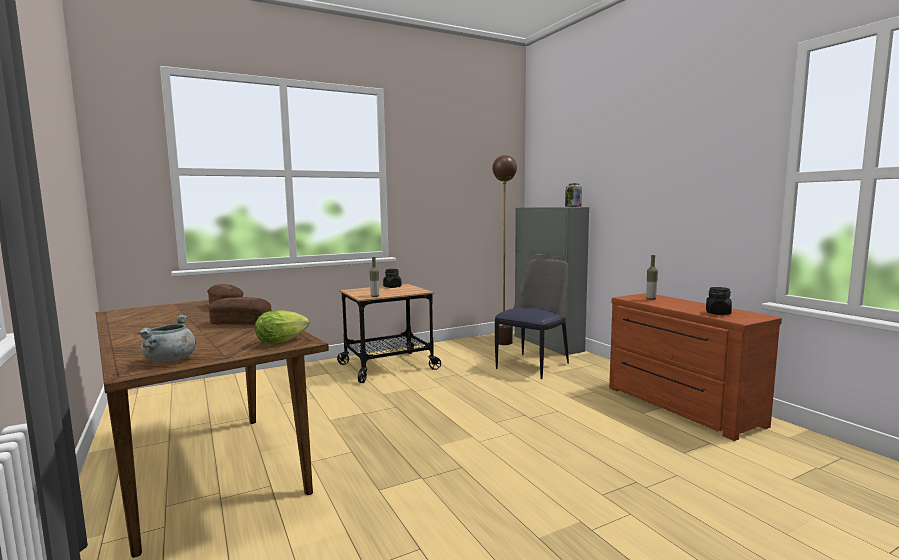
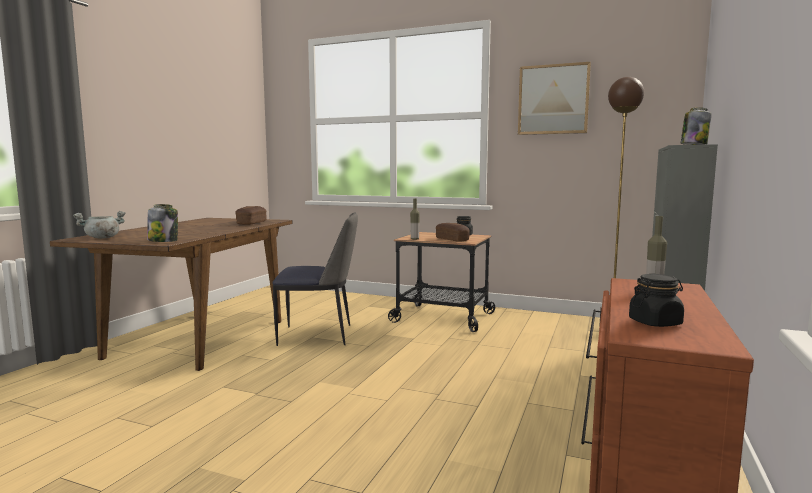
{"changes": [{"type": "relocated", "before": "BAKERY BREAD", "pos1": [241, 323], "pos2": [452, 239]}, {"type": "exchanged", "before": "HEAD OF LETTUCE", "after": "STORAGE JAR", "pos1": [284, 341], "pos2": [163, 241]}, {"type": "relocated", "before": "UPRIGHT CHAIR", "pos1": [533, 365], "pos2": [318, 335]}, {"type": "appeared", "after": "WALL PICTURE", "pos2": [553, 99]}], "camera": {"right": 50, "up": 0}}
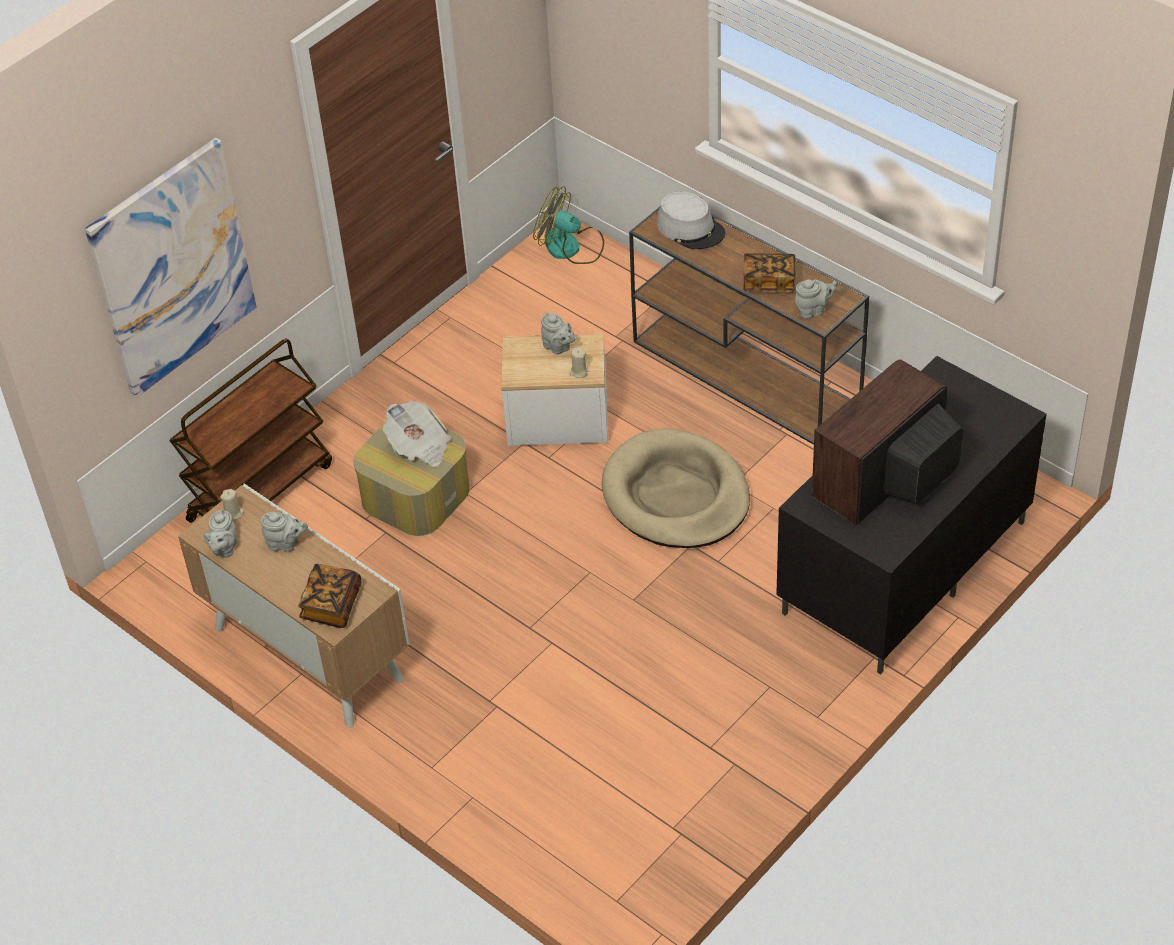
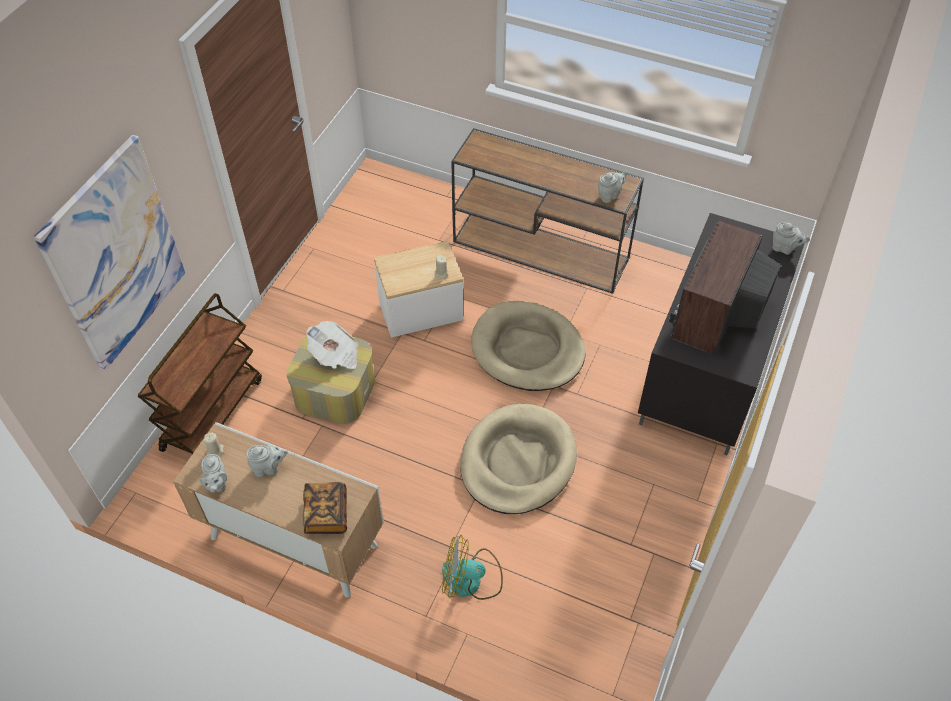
{"changes": [{"type": "relocated", "before": "ELECTRIC FAN", "pos1": [570, 247], "pos2": [471, 579]}, {"type": "relocated", "before": "GREYISH TEA POT", "pos1": [558, 347], "pos2": [785, 248]}, {"type": "missing", "before": "GREYISH CLOTHING HAT", "pos1": [691, 228]}, {"type": "missing", "before": "BOOK", "pos1": [769, 282]}, {"type": "appeared", "after": "SAND-COLOURED DOG CUSHION", "pos2": [517, 461]}], "camera": {"right": -20, "up": 5}}
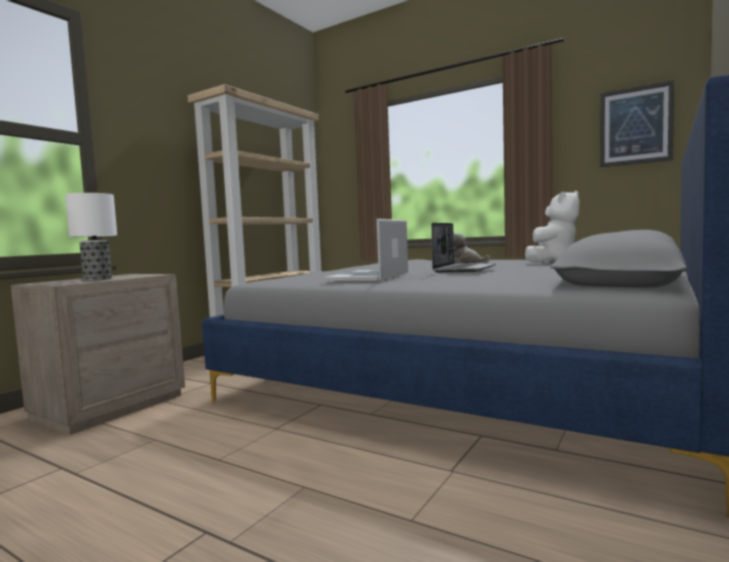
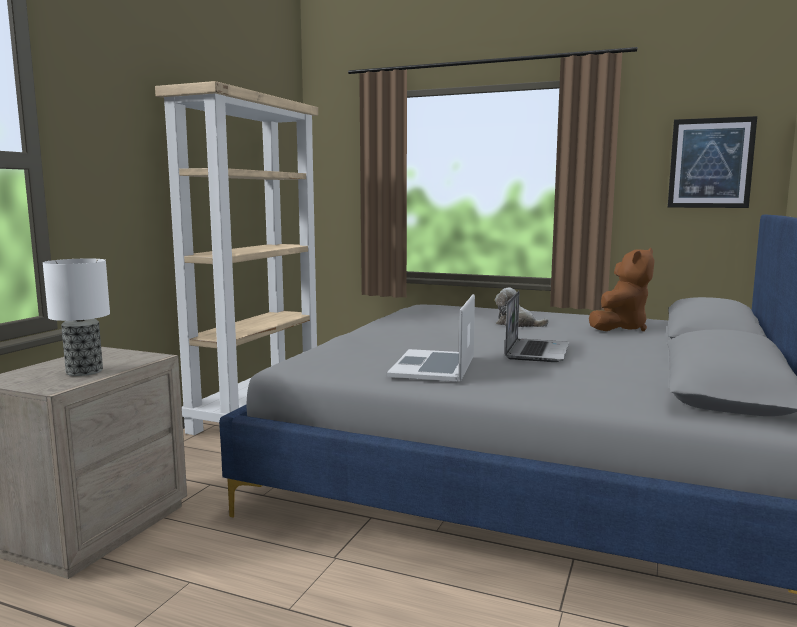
{"changes": [{"type": "colour", "before": "WHITE-COLOURED PLUSH TOY", "after": "BROWN PLUSH TOY", "pos1": [553, 262], "pos2": [619, 328]}], "camera": {"right": -10, "up": 5}}
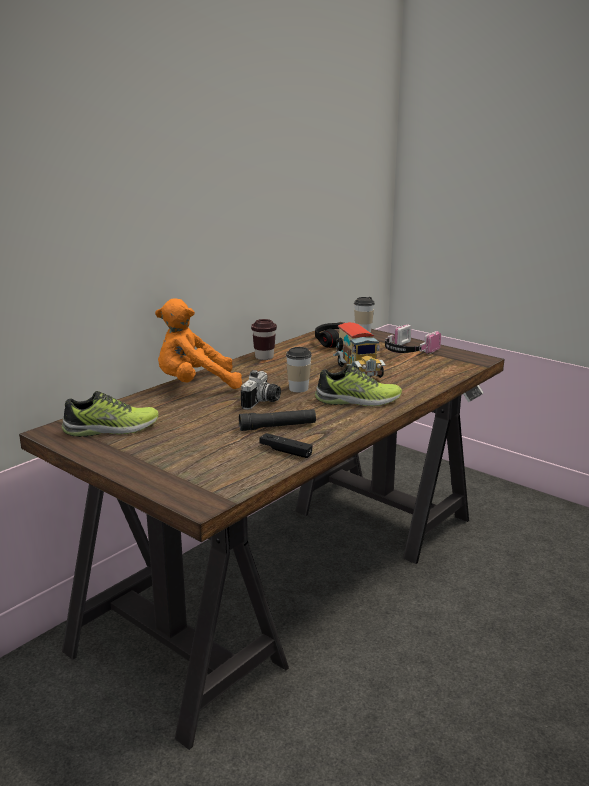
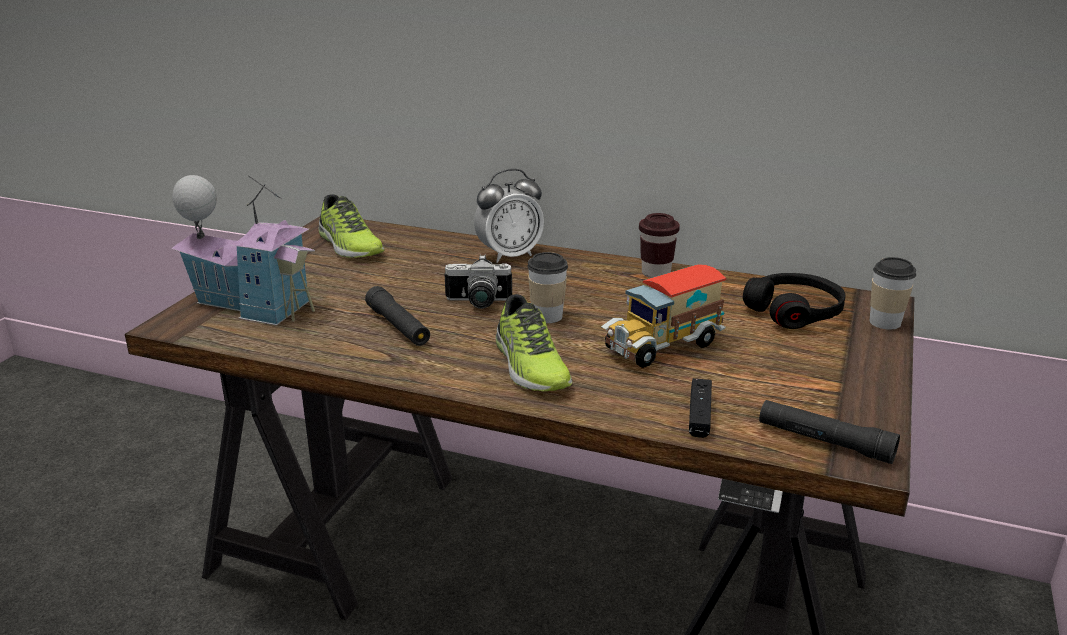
{"changes": [{"type": "exchanged", "before": "ORANGE-COLOURED PLUSH TOY", "after": "TABLE CLOCK", "pos1": [195, 385], "pos2": [509, 255]}, {"type": "relocated", "before": "BLACK GAMEPAD", "pos1": [285, 451], "pos2": [699, 415]}, {"type": "missing", "before": "PAIR OF HEADPHONES", "pos1": [408, 351]}, {"type": "appeared", "after": "MODEL HOUSE", "pos2": [253, 305]}, {"type": "appeared", "after": "BLACK FLASHLIGHT", "pos2": [824, 441]}], "camera": {"right": 70, "up": 5}}
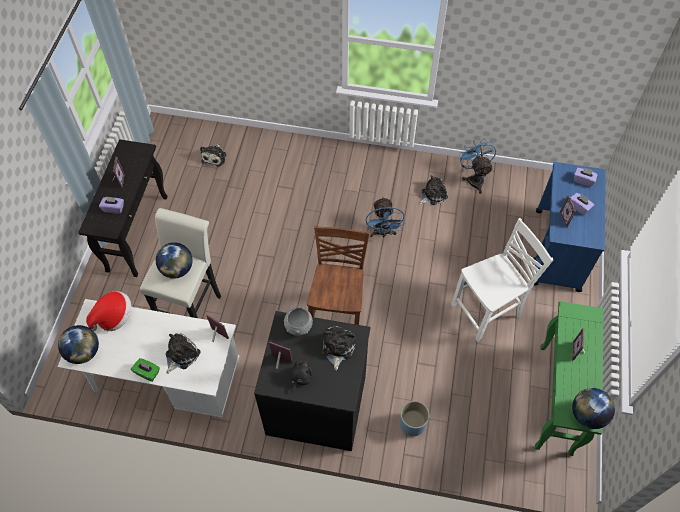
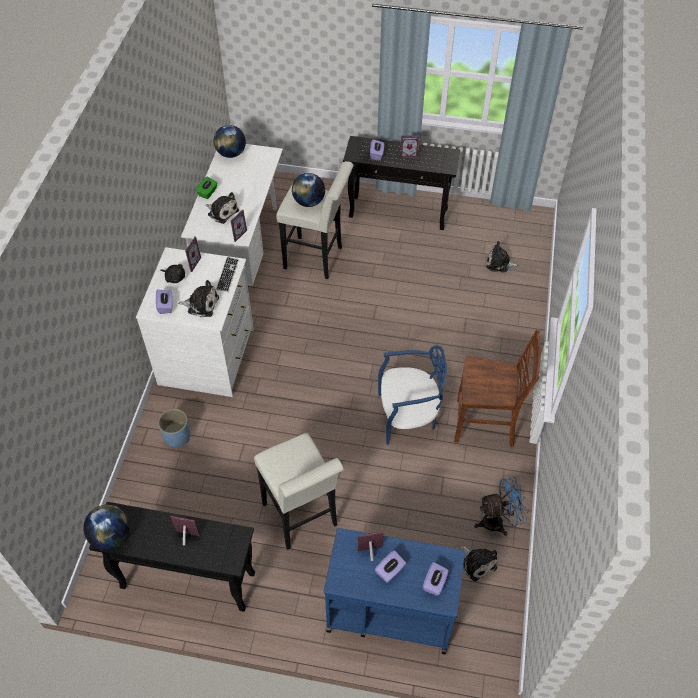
{"changes": [{"type": "missing", "before": "CLOTHING HAT", "pos1": [114, 317]}, {"type": "colour", "before": "BLACK DRESSER", "after": "WHITE-COLOURED DRESSER", "pos1": [316, 403], "pos2": [208, 357]}, {"type": "exchanged", "before": "GREYISH DEEP DISH", "after": "PC KEYBOARD", "pos1": [298, 326], "pos2": [227, 275]}, {"type": "relocated", "before": "BROWN UPRIGHT CHAIR", "pos1": [338, 316], "pos2": [486, 425]}, {"type": "exchanged", "before": "BLUE-COLOURED ELECTRIC FAN", "after": "BLUE-COLOURED UPRIGHT CHAIR", "pos1": [382, 233], "pos2": [407, 416]}, {"type": "relocated", "before": "PLUSH TOY", "pos1": [432, 195], "pos2": [477, 563]}, {"type": "exchanged", "before": "WHITE-COLOURED UPRIGHT CHAIR", "after": "WHITE-COLOURED STOOL SEAT", "pos1": [487, 312], "pos2": [302, 519]}, {"type": "colour", "before": "GREENISH HALL TABLE", "after": "BLACK HALL TABLE", "pos1": [556, 400], "pos2": [186, 580]}, {"type": "appeared", "after": "PURPLE-COLOURED BOX OF TISSUES", "pos2": [166, 306]}], "camera": {"right": 90, "up": -5}}
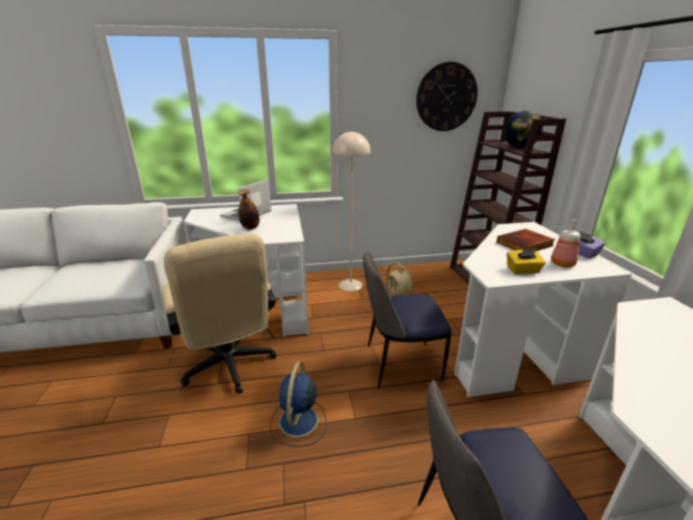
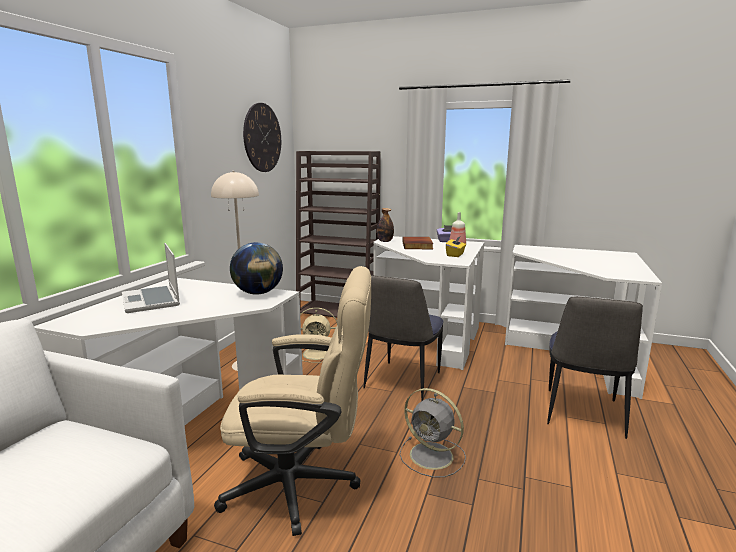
{"changes": [{"type": "relocated", "before": "DRINK BOTTLE", "pos1": [250, 228], "pos2": [385, 241]}, {"type": "colour", "before": "BLUE-COLOURED ELECTRIC FAN", "after": "GREYISH ELECTRIC FAN", "pos1": [298, 422], "pos2": [433, 456]}, {"type": "relocated", "before": "GLOBE", "pos1": [519, 147], "pos2": [258, 293]}], "camera": {"right": -60, "up": -10}}
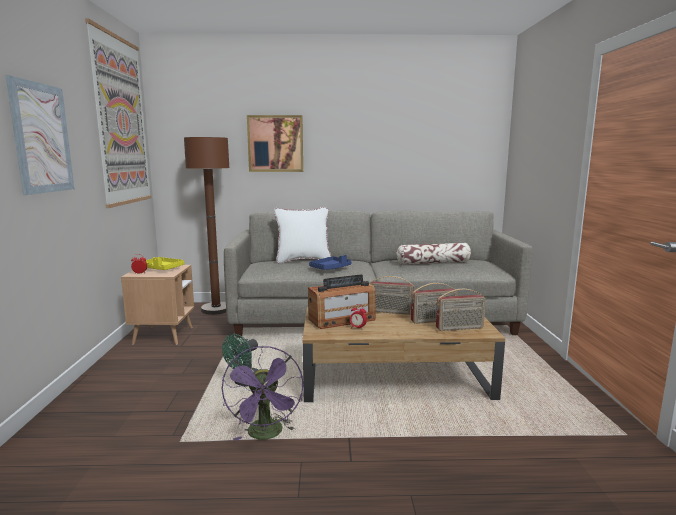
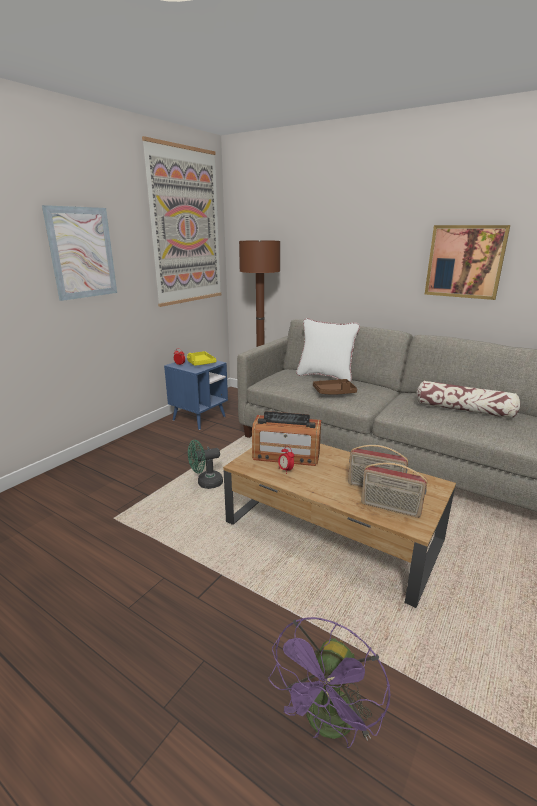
{"changes": [{"type": "colour", "before": "BROWN ACCENT TABLE", "after": "BLUE-COLOURED ACCENT TABLE", "pos1": [163, 335], "pos2": [199, 418]}, {"type": "relocated", "before": "PURPLE-COLOURED ELECTRIC FAN", "pos1": [266, 435], "pos2": [328, 725]}, {"type": "relocated", "before": "WALL PICTURE", "pos1": [275, 143], "pos2": [465, 261]}, {"type": "colour", "before": "BLUE-COLOURED TRAY", "after": "BROWN TRAY", "pos1": [330, 268], "pos2": [334, 392]}, {"type": "missing", "before": "RADIO", "pos1": [390, 312]}], "camera": {"right": 35, "up": 10}}
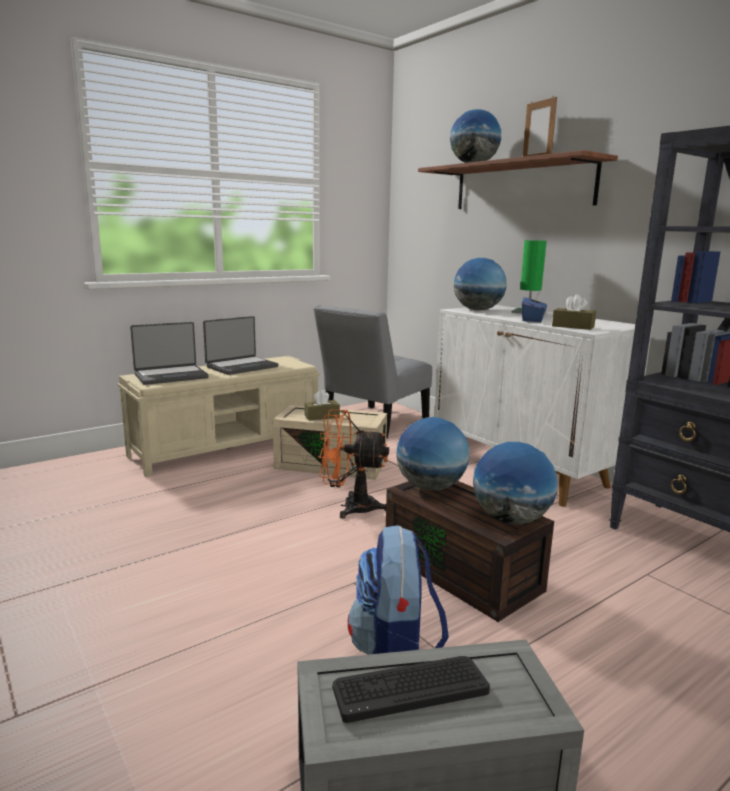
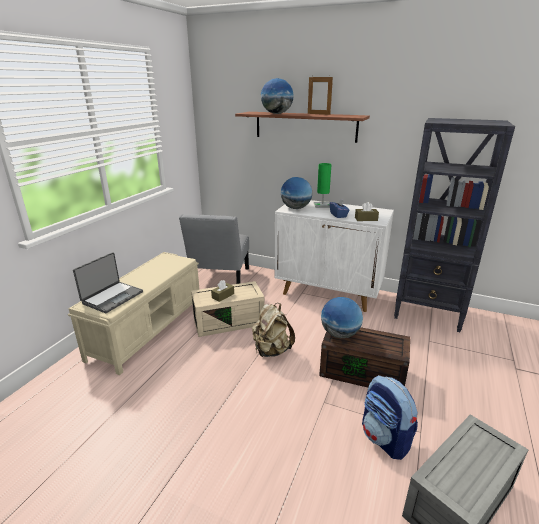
{"changes": [{"type": "missing", "before": "PORTABLE COMPUTER", "pos1": [241, 366]}, {"type": "exchanged", "before": "ORANGE-COLOURED ELECTRIC FAN", "after": "SAND-COLOURED RUCKSACK", "pos1": [350, 507], "pos2": [271, 350]}, {"type": "missing", "before": "PC KEYBOARD", "pos1": [409, 688]}, {"type": "missing", "before": "GLOBE", "pos1": [511, 520]}], "camera": {"right": -30, "up": 10}}
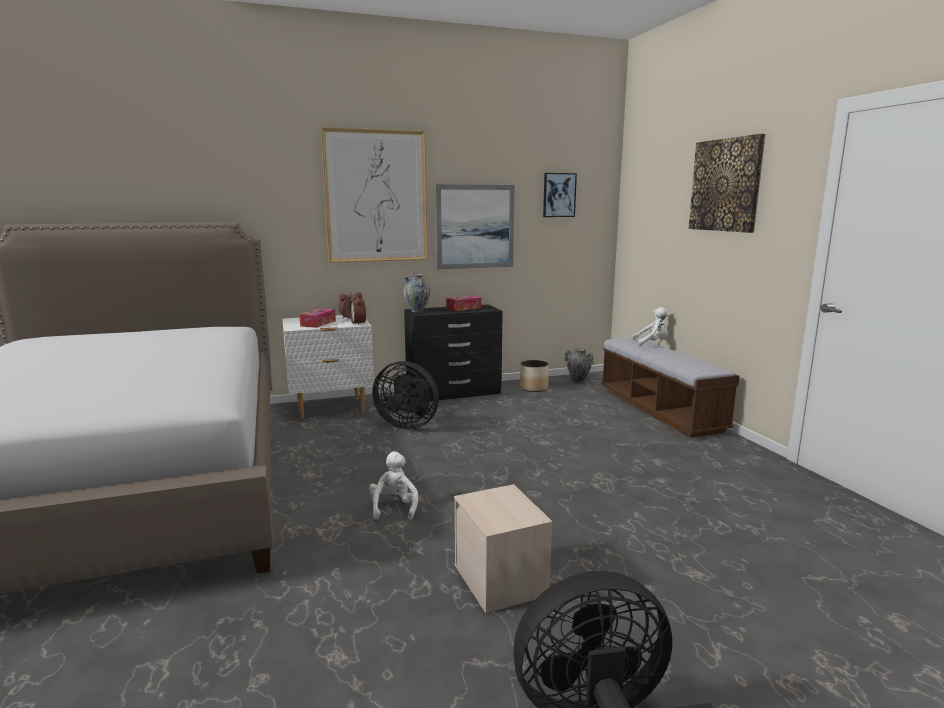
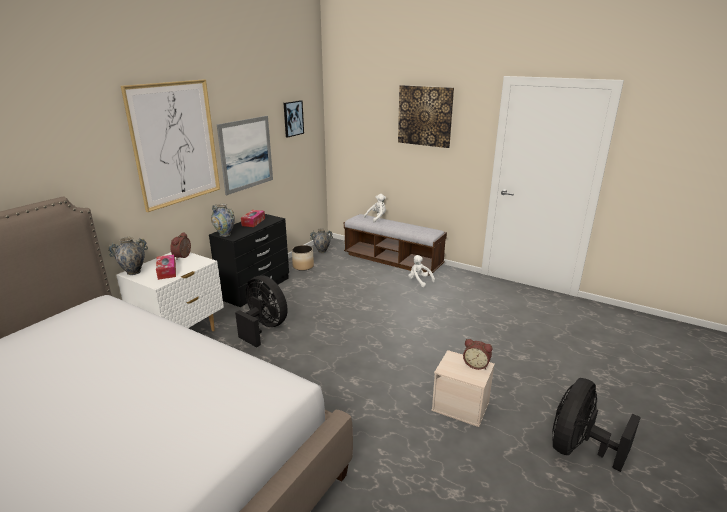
{"changes": [{"type": "relocated", "before": "TABLE CLOCK", "pos1": [359, 322], "pos2": [476, 364]}, {"type": "relocated", "before": "WHITE-COLOURED PLUSH TOY", "pos1": [394, 507], "pos2": [419, 281]}, {"type": "spun", "before": "BLACK ELECTRIC FAN", "pos1": [407, 424], "pos2": [264, 328], "turn": -120}, {"type": "appeared", "after": "VASE", "pos2": [133, 272]}], "camera": {"right": -40, "up": 10}}
